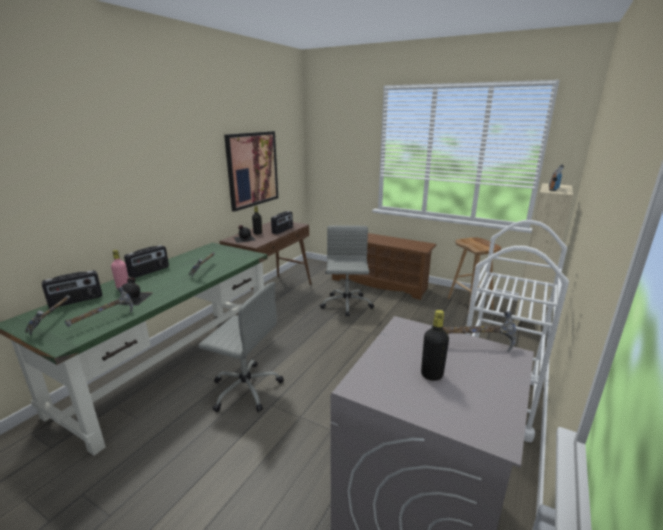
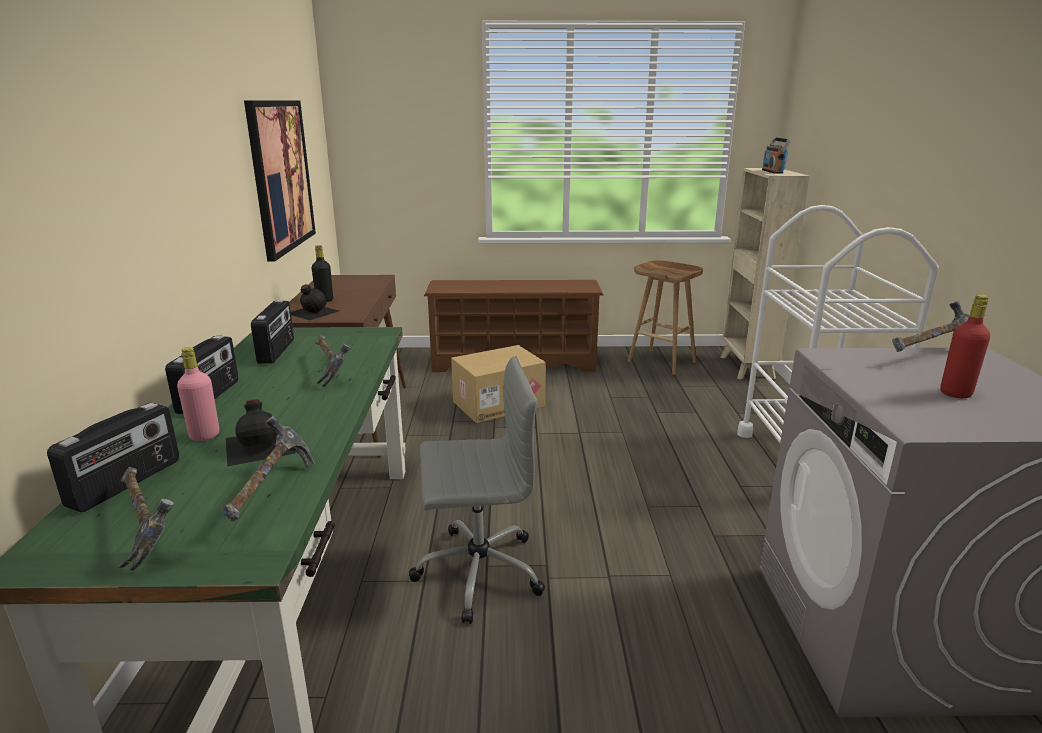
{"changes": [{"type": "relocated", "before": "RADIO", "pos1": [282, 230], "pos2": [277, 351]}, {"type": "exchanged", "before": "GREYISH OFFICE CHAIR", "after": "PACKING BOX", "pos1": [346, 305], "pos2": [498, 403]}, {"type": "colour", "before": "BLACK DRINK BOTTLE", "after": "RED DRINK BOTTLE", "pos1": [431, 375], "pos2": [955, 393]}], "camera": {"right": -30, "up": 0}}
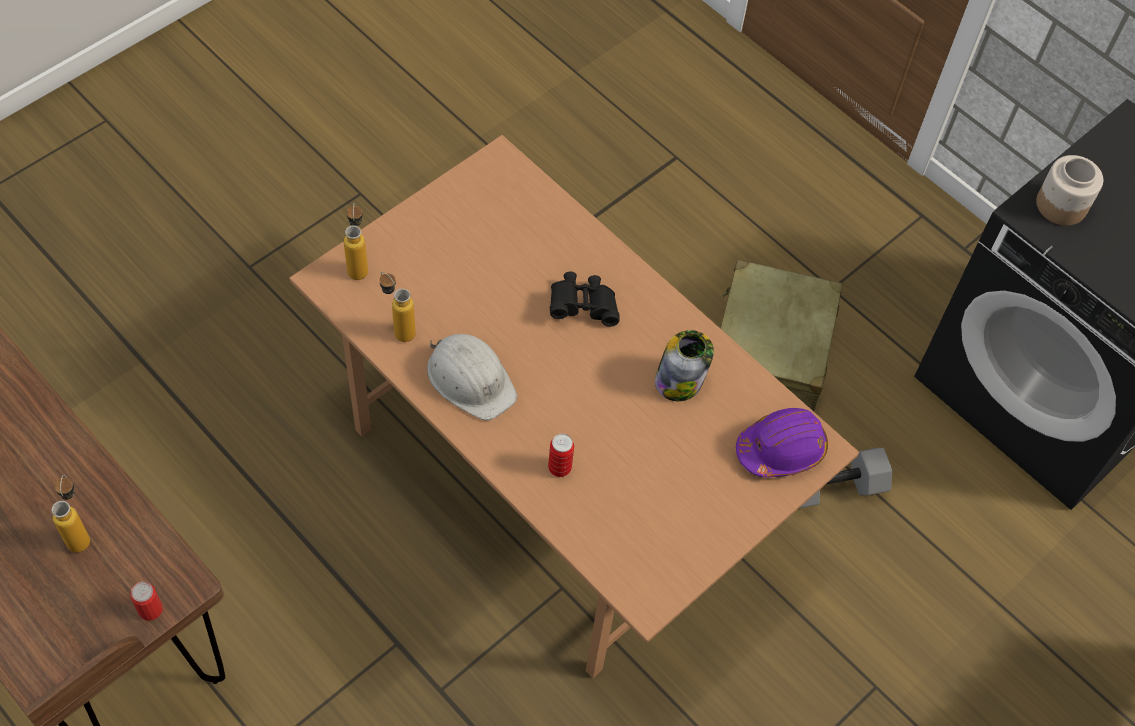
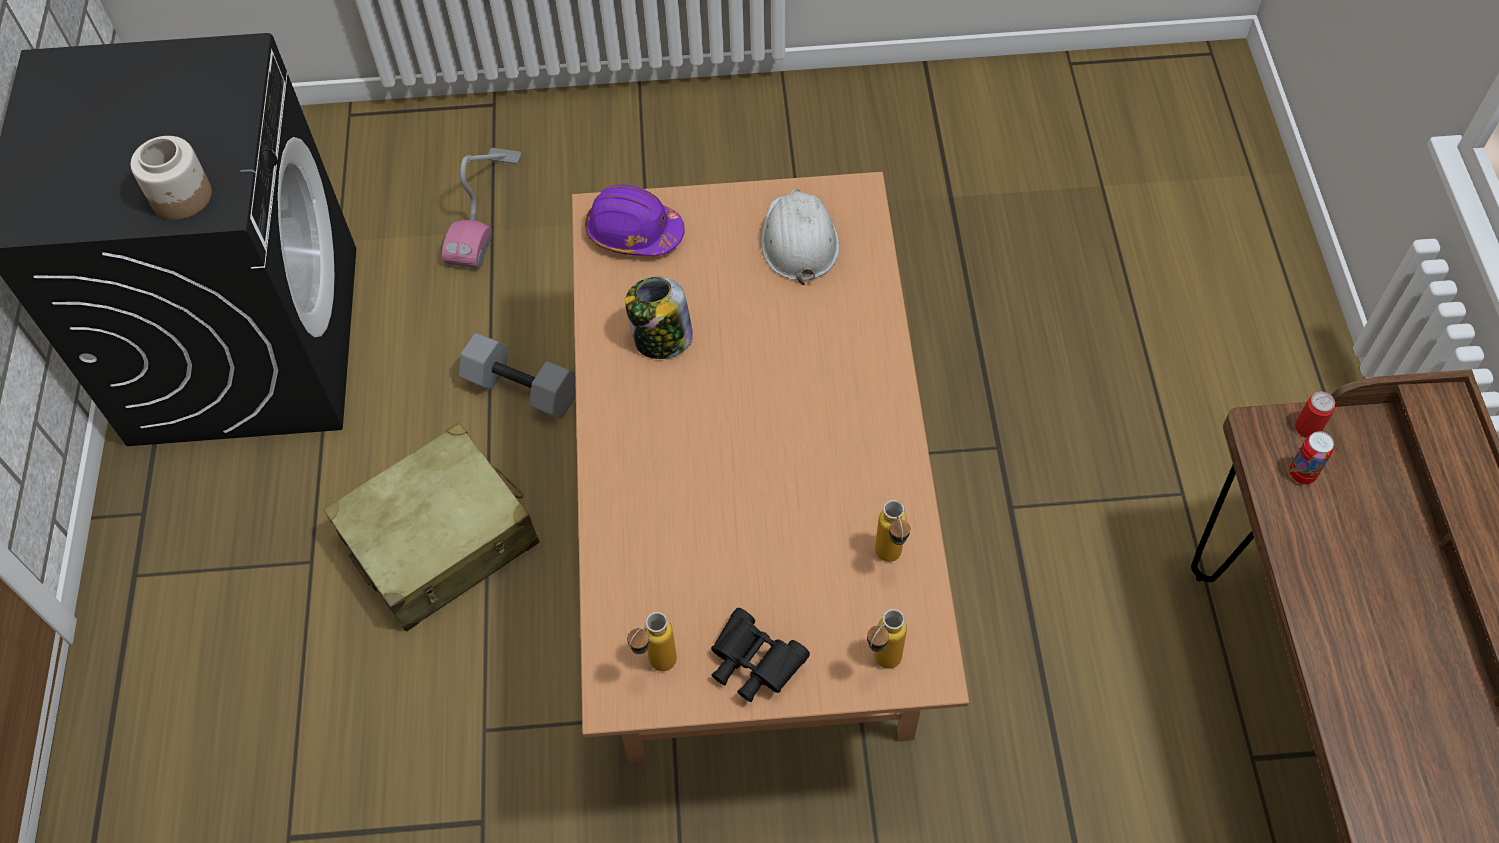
{"changes": [{"type": "relocated", "before": "DRINK BOTTLE", "pos1": [80, 533], "pos2": [655, 668]}, {"type": "relocated", "before": "WHITE-COLOURED WORK HELMET", "pos1": [470, 379], "pos2": [799, 240]}, {"type": "relocated", "before": "SEALED CAN", "pos1": [559, 468], "pos2": [1302, 474]}, {"type": "relocated", "before": "BLACK PAIR OF BINOCULARS", "pos1": [583, 306], "pos2": [753, 664]}, {"type": "appeared", "after": "VACUUM CLEANER", "pos2": [484, 210]}], "camera": {"right": -135, "up": 0}}
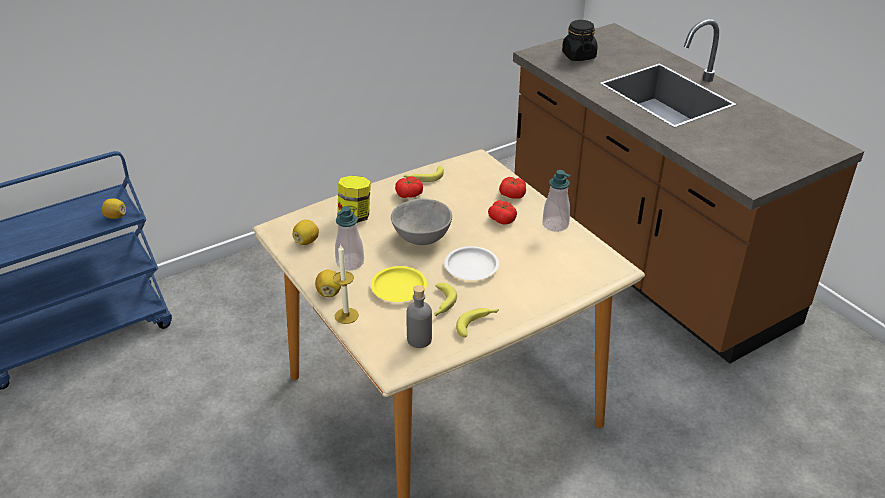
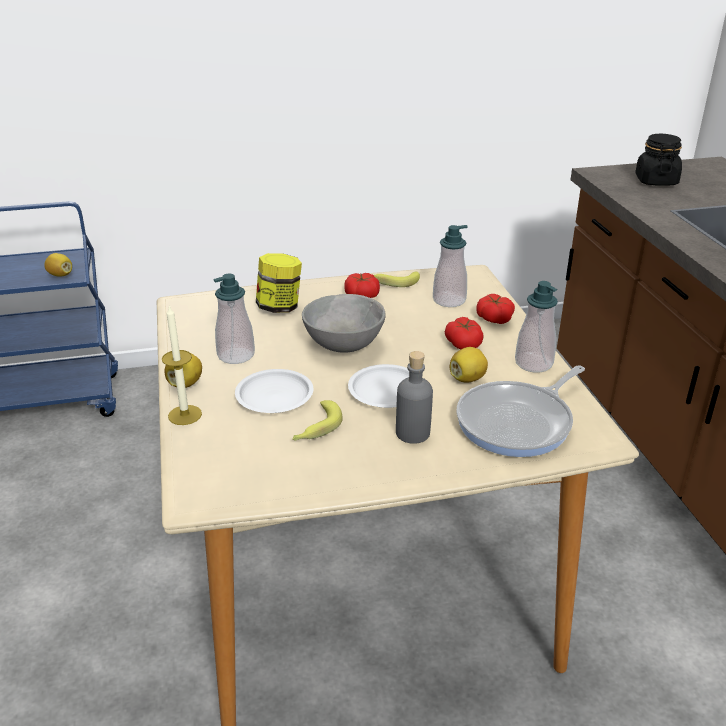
{"changes": [{"type": "relocated", "before": "CITRUS FRUIT", "pos1": [306, 241], "pos2": [467, 378]}, {"type": "colour", "before": "YELLOWISH FLAT DISH", "after": "WHITE-COLOURED FLAT DISH", "pos1": [398, 287], "pos2": [275, 396]}, {"type": "relocated", "before": "GREYISH DRINK BOTTLE", "pos1": [419, 339], "pos2": [413, 433]}, {"type": "missing", "before": "BANANA", "pos1": [477, 324]}, {"type": "appeared", "after": "SOAP BOTTLE", "pos2": [449, 300]}, {"type": "appeared", "after": "FRYING PAN", "pos2": [518, 423]}], "camera": {"right": 20, "up": -5}}
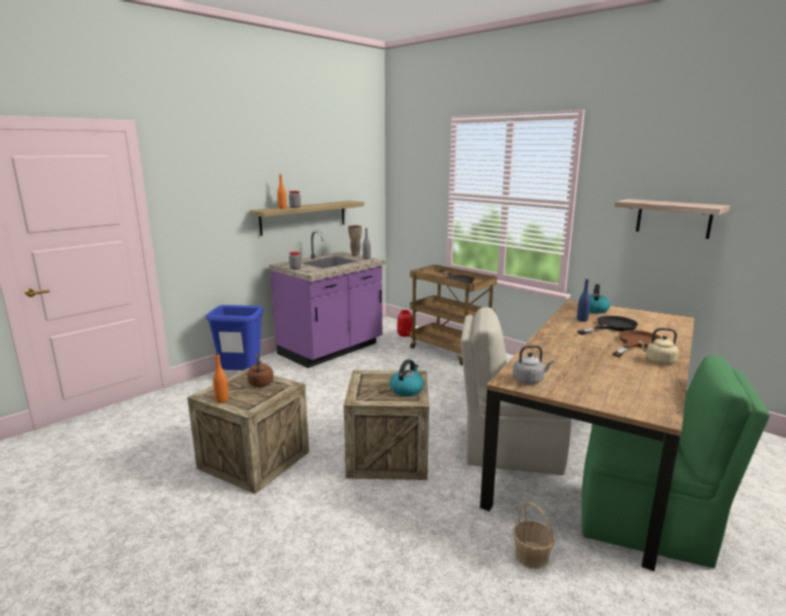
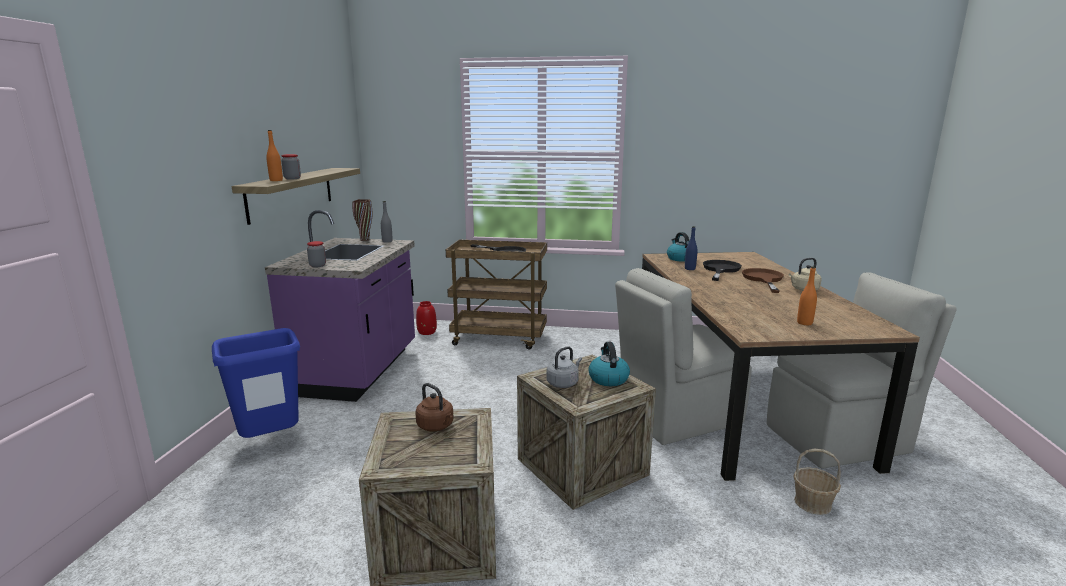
{"changes": [{"type": "relocated", "before": "ORANGE-COLOURED DRINK BOTTLE", "pos1": [222, 400], "pos2": [804, 323]}, {"type": "relocated", "before": "GREYISH KETTLE", "pos1": [529, 380], "pos2": [563, 383]}, {"type": "colour", "before": "GREENISH UPRIGHT CHAIR", "after": "SAND-COLOURED UPRIGHT CHAIR", "pos1": [647, 524], "pos2": [840, 438]}, {"type": "missing", "before": "SHELF", "pos1": [673, 218]}], "camera": {"right": -35, "up": 0}}
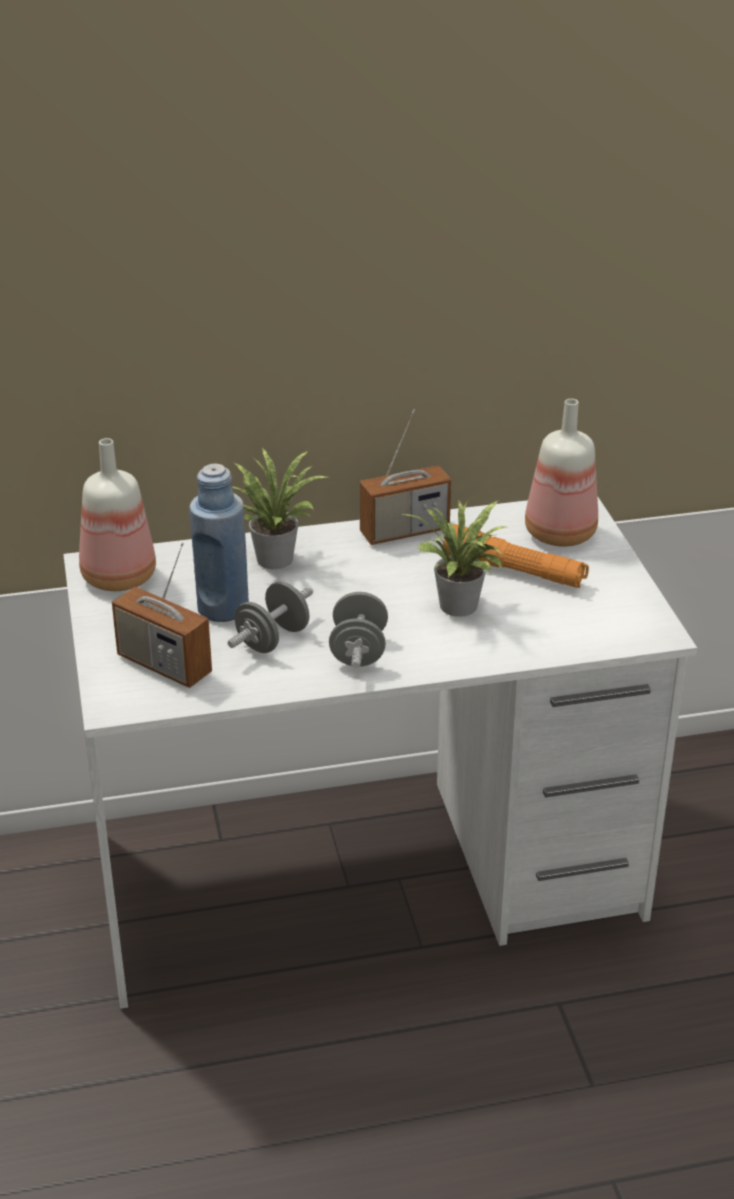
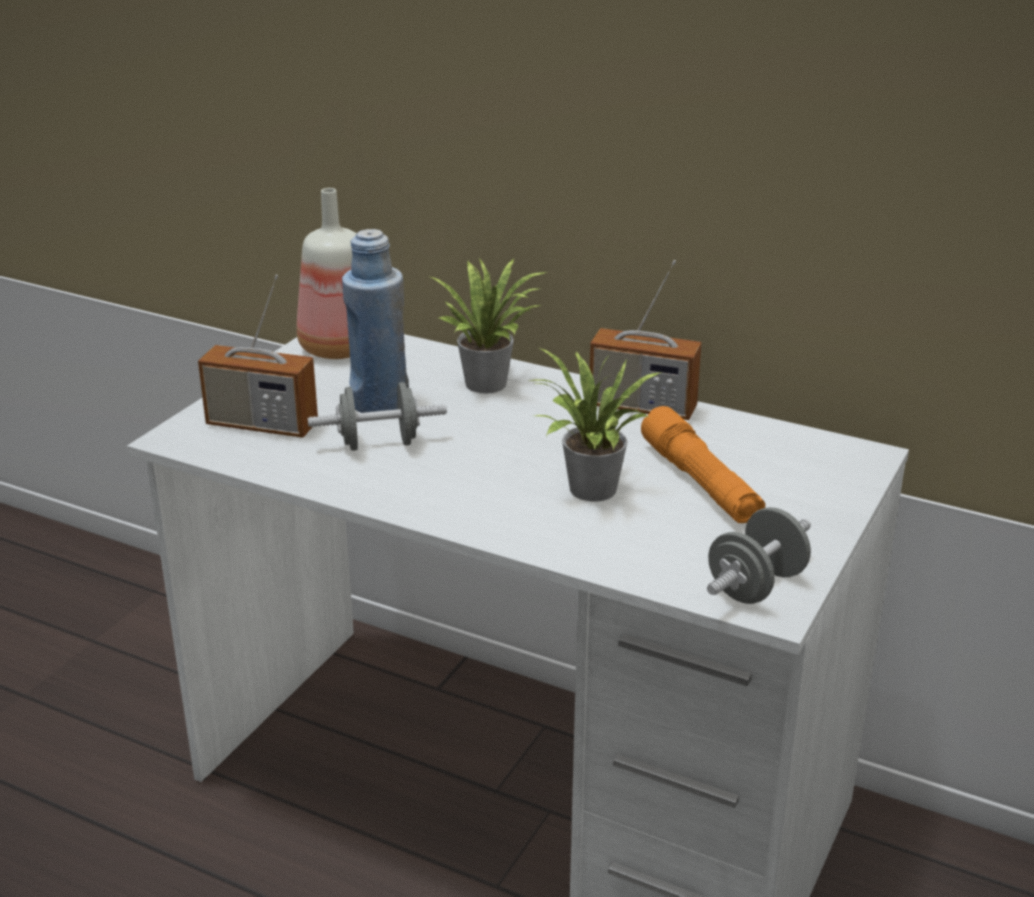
{"changes": [{"type": "spun", "before": "RADIO", "pos1": [164, 665], "pos2": [262, 425], "turn": -60}, {"type": "relocated", "before": "GREYISH FREE WEIGHT", "pos1": [358, 651], "pos2": [756, 586]}, {"type": "missing", "before": "DRINK BOTTLE", "pos1": [558, 534]}], "camera": {"right": 40, "up": -5}}
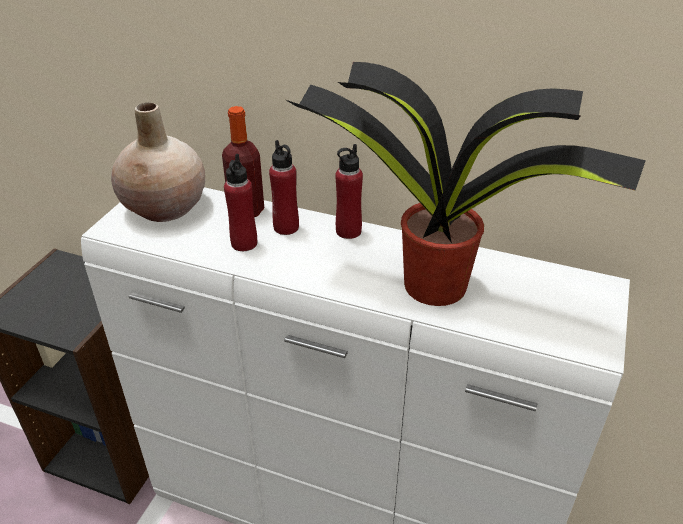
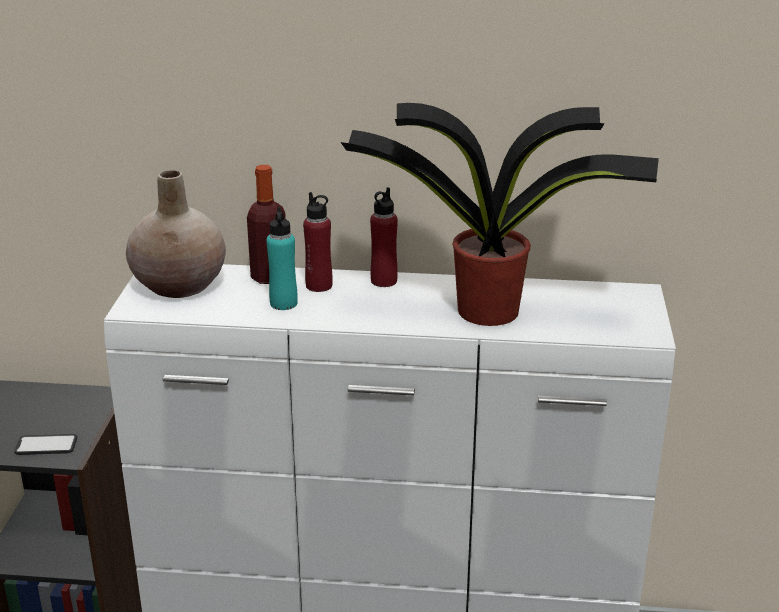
{"changes": [{"type": "colour", "before": "RED DRINK BOTTLE", "after": "TURQUOISE-COLOURED DRINK BOTTLE", "pos1": [244, 243], "pos2": [283, 303]}, {"type": "appeared", "after": "PHONE", "pos2": [46, 445]}], "camera": {"right": -15, "up": -10}}
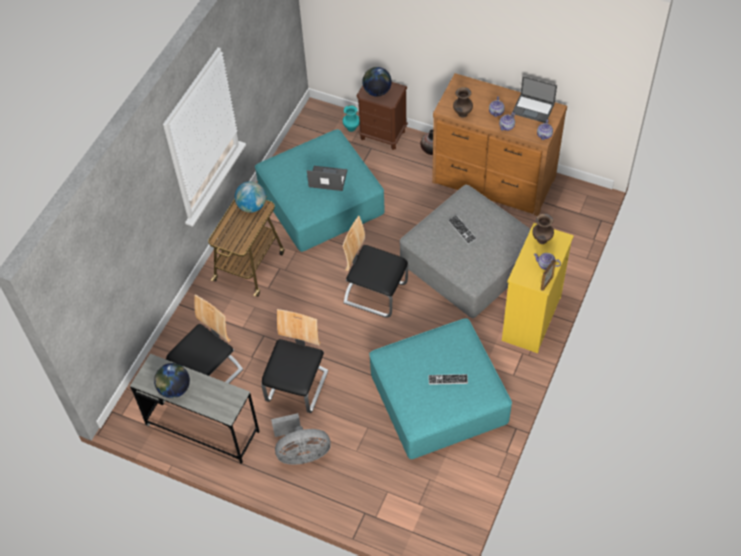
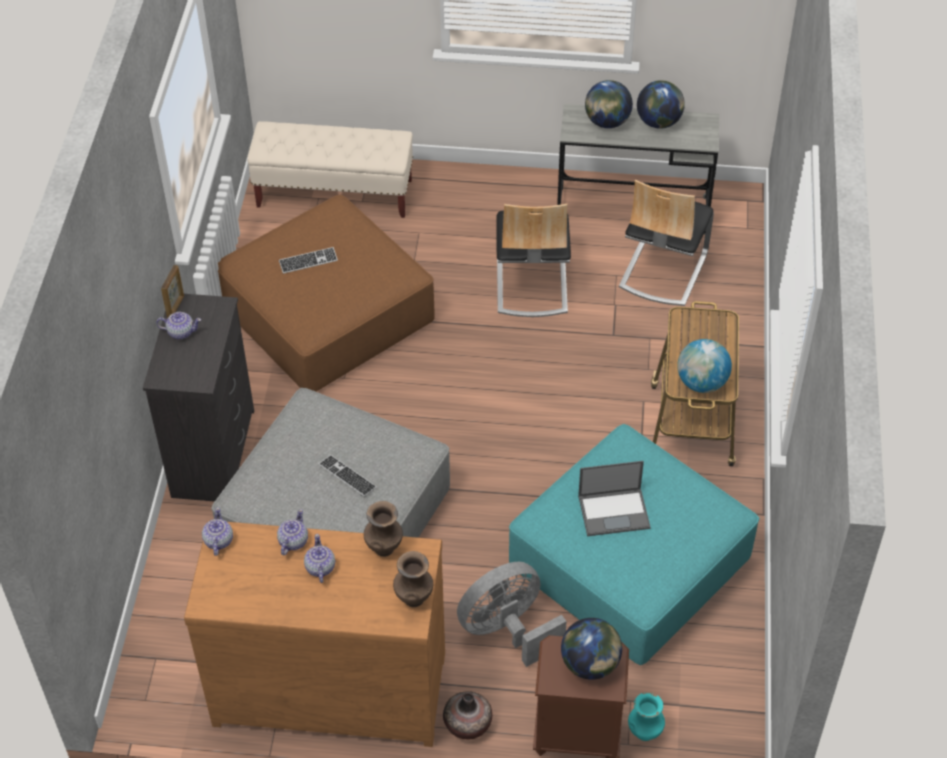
{"changes": [{"type": "relocated", "before": "GREYISH ELECTRIC FAN", "pos1": [301, 453], "pos2": [508, 630]}, {"type": "missing", "before": "UPRIGHT CHAIR", "pos1": [375, 293]}, {"type": "colour", "before": "TURQUOISE-COLOURED OTTOMAN", "after": "BROWN OTTOMAN", "pos1": [438, 399], "pos2": [327, 313]}, {"type": "colour", "before": "YELLOWISH DRESSER", "after": "BLACK DRESSER", "pos1": [530, 319], "pos2": [214, 452]}, {"type": "missing", "before": "PORTABLE COMPUTER", "pos1": [533, 108]}, {"type": "relocated", "before": "BROWN VASE", "pos1": [542, 240], "pos2": [413, 597]}, {"type": "appeared", "after": "SAND-COLOURED BENCH", "pos2": [335, 194]}, {"type": "appeared", "after": "GLOBE", "pos2": [607, 122]}], "camera": {"right": 160, "up": -5}}
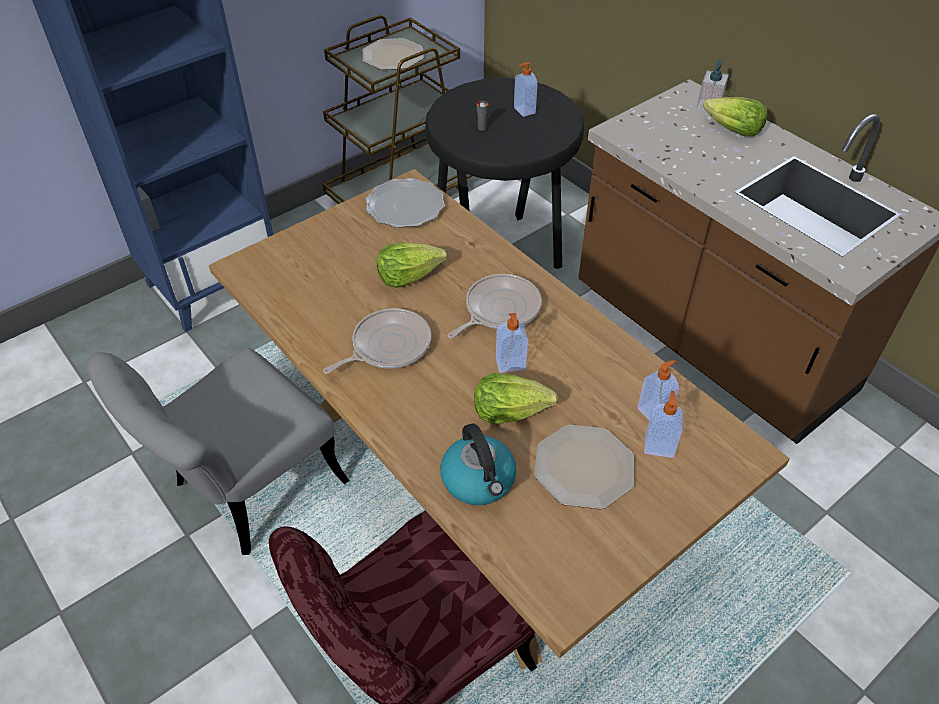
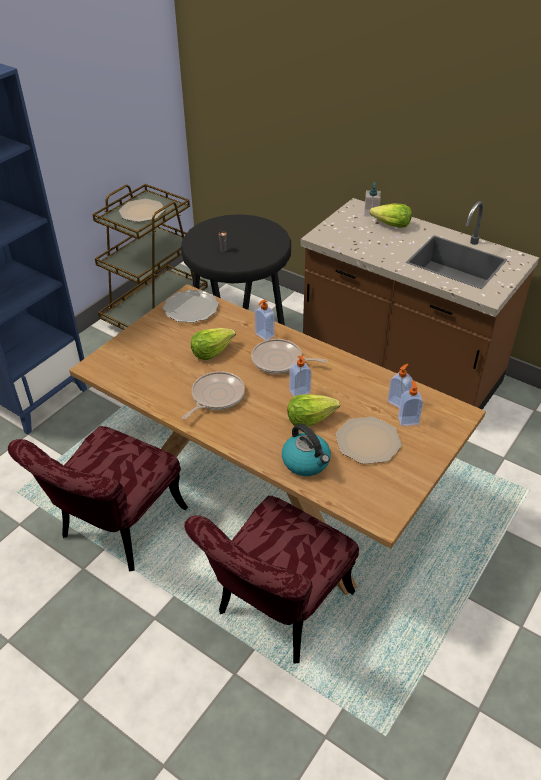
{"changes": [{"type": "colour", "before": "GREYISH UPRIGHT CHAIR", "after": "RED UPRIGHT CHAIR", "pos1": [245, 492], "pos2": [116, 531]}, {"type": "spun", "before": "FRYING PAN", "pos1": [499, 309], "pos2": [279, 361], "turn": -105}, {"type": "relocated", "before": "SOAP BOTTLE", "pos1": [523, 110], "pos2": [264, 335]}], "camera": {"right": -15, "up": -5}}
